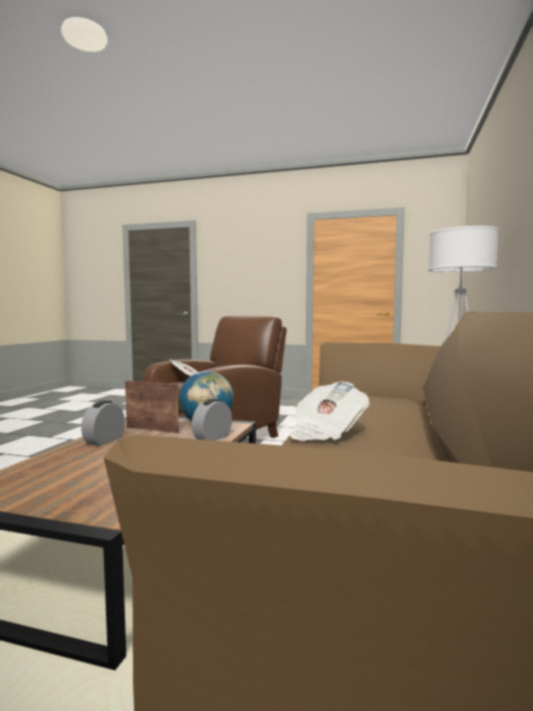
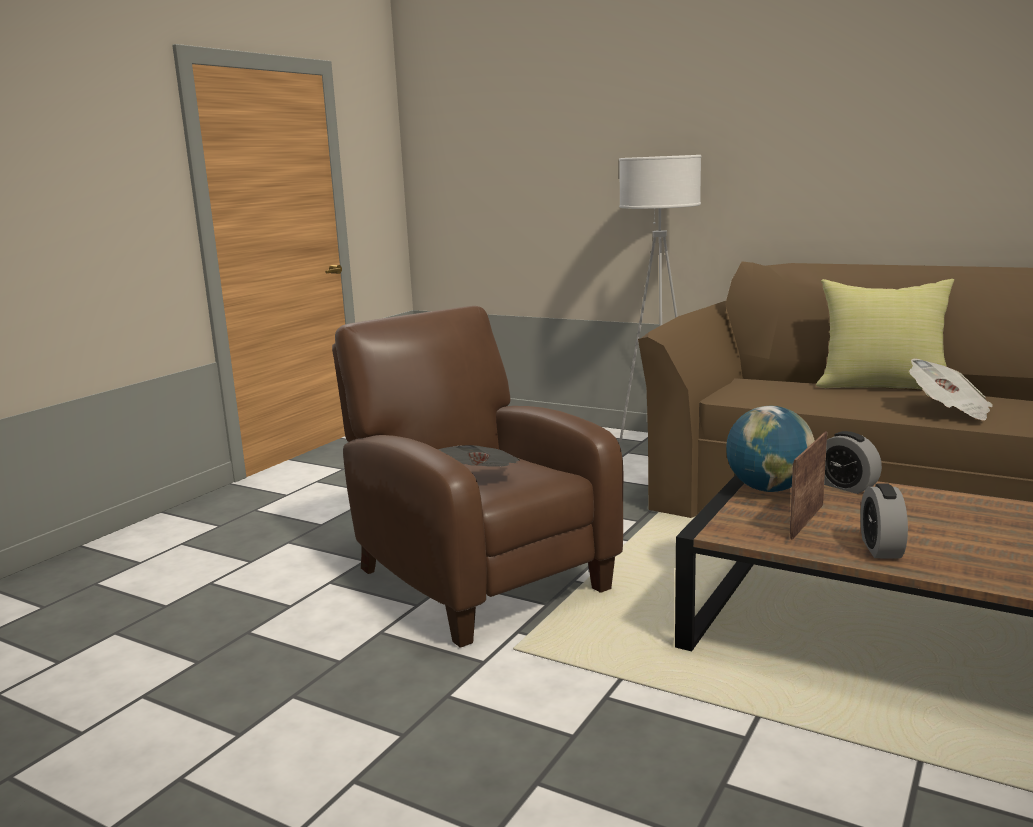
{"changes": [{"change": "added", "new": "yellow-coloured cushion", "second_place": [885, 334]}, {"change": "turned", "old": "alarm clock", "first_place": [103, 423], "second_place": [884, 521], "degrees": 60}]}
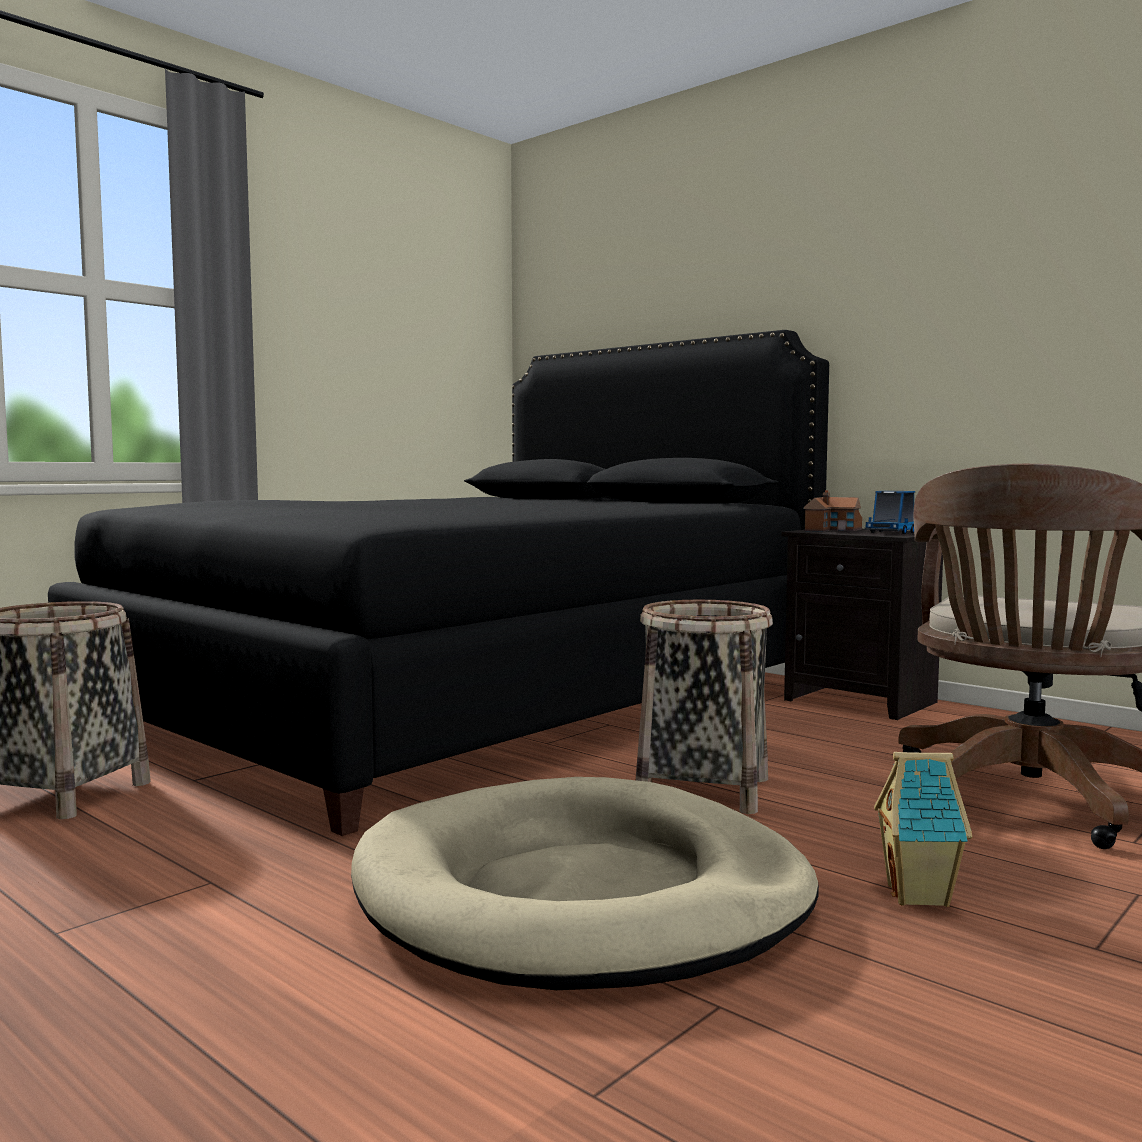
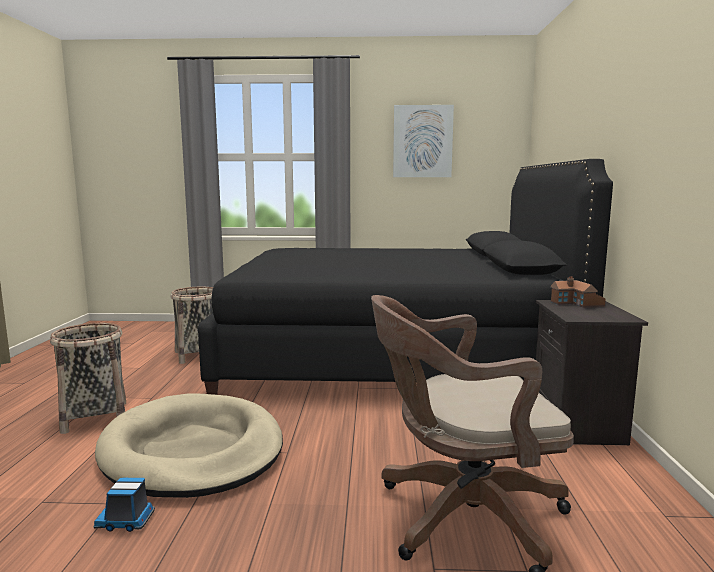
{"changes": [{"change": "removed", "old": "toy house", "first_place": [923, 829]}, {"change": "added", "new": "picture", "second_place": [423, 141]}, {"change": "moved", "old": "basket", "first_place": [704, 707], "second_place": [88, 378]}, {"change": "moved", "old": "model truck", "first_place": [889, 512], "second_place": [124, 505]}]}
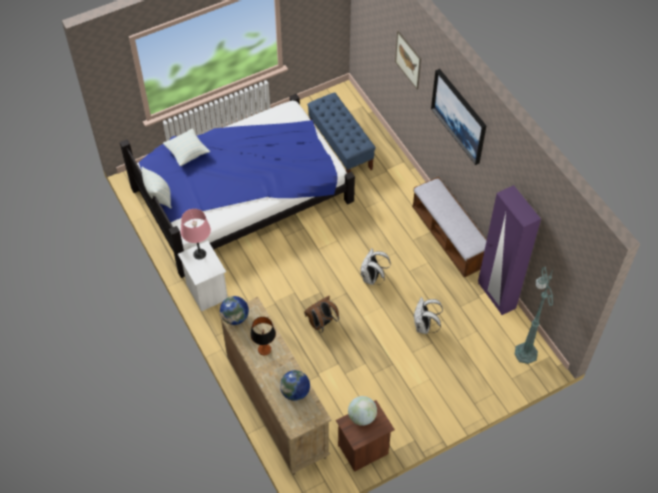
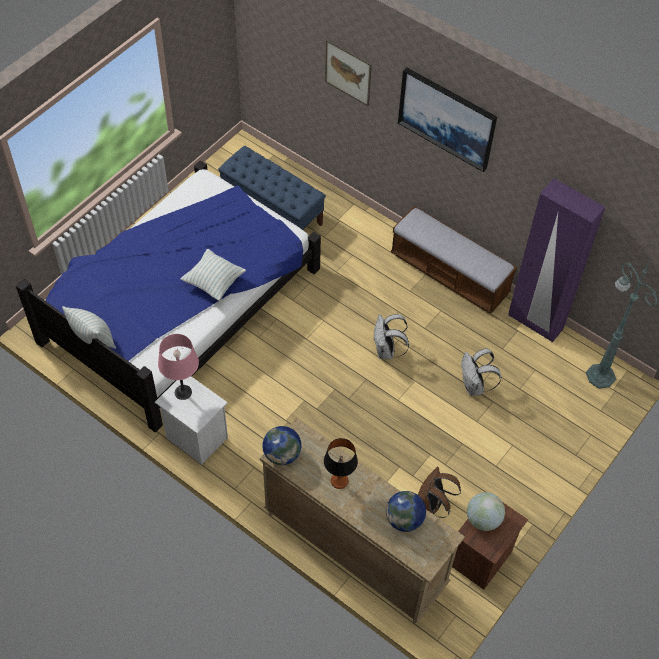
{"changes": [{"change": "moved", "old": "cushion", "first_place": [186, 147], "second_place": [213, 275]}, {"change": "moved", "old": "brownish backpack", "first_place": [321, 314], "second_place": [439, 492]}]}
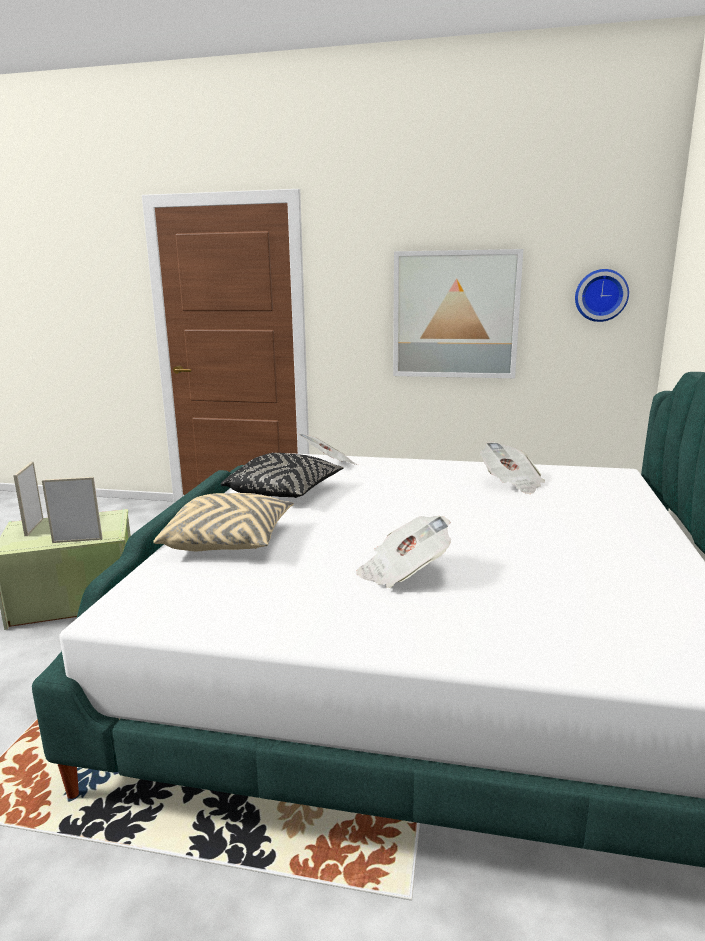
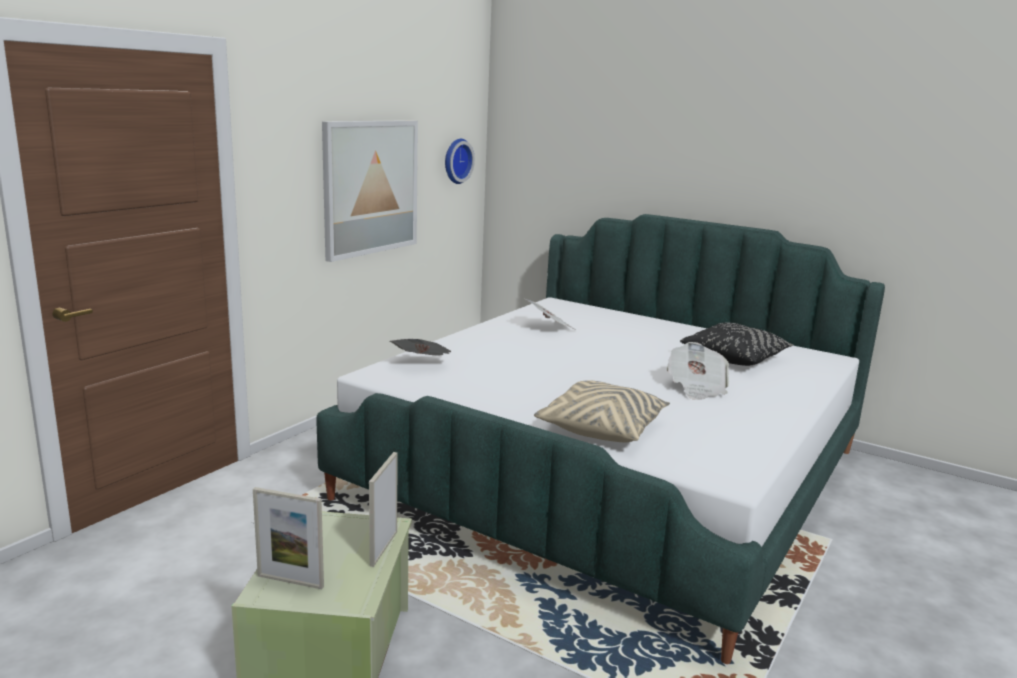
{"changes": [{"change": "moved", "old": "blackish cushion", "first_place": [282, 475], "second_place": [737, 344]}]}
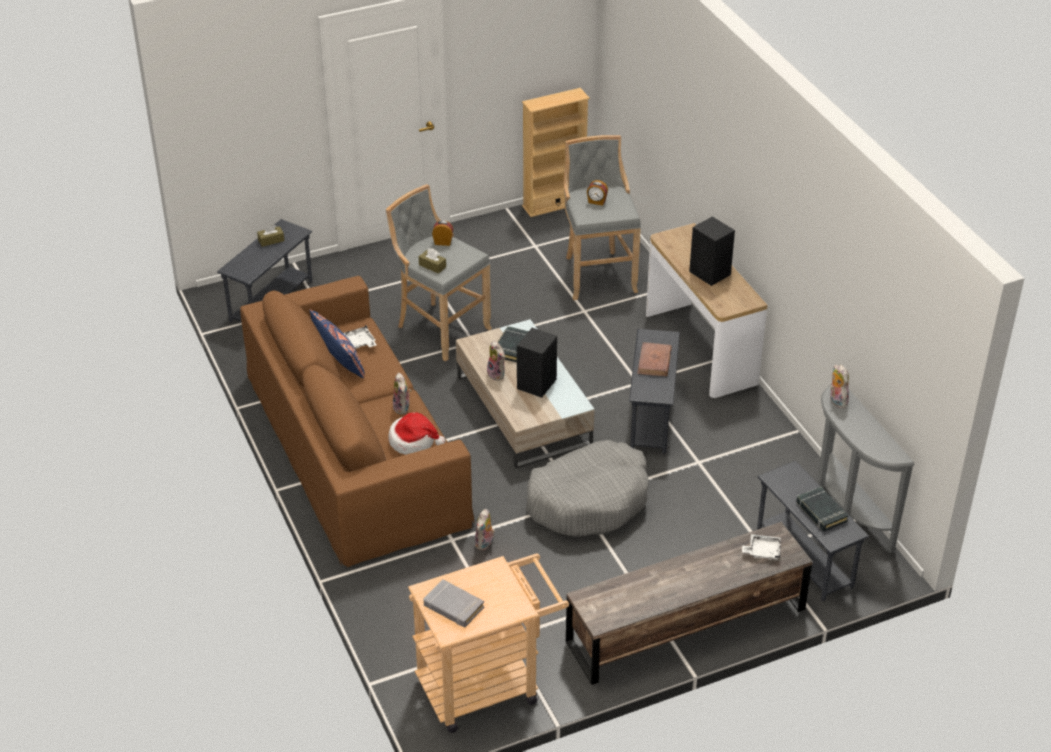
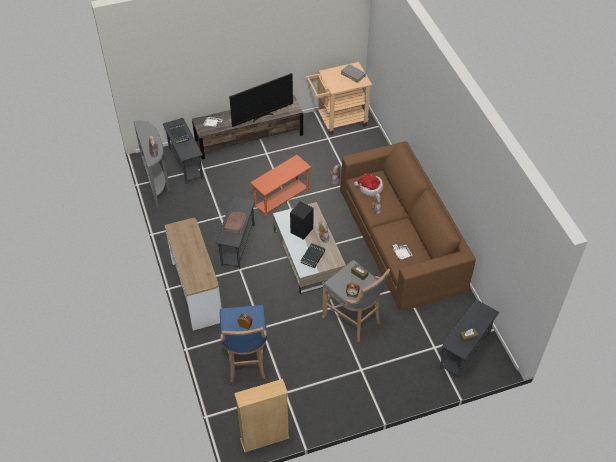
{"changes": [{"change": "removed", "old": "bluish cushion", "first_place": [337, 343]}, {"change": "removed", "old": "blackish audio speaker", "first_place": [712, 251]}, {"change": "added", "new": "television", "second_place": [261, 100]}, {"change": "replaced", "old": "gray dog cushion", "new": "orange side table", "first_place": [587, 488], "second_place": [280, 186]}, {"change": "recoloured", "old": "gray stool", "new": "bluish stool", "first_place": [602, 217], "second_place": [243, 343]}]}
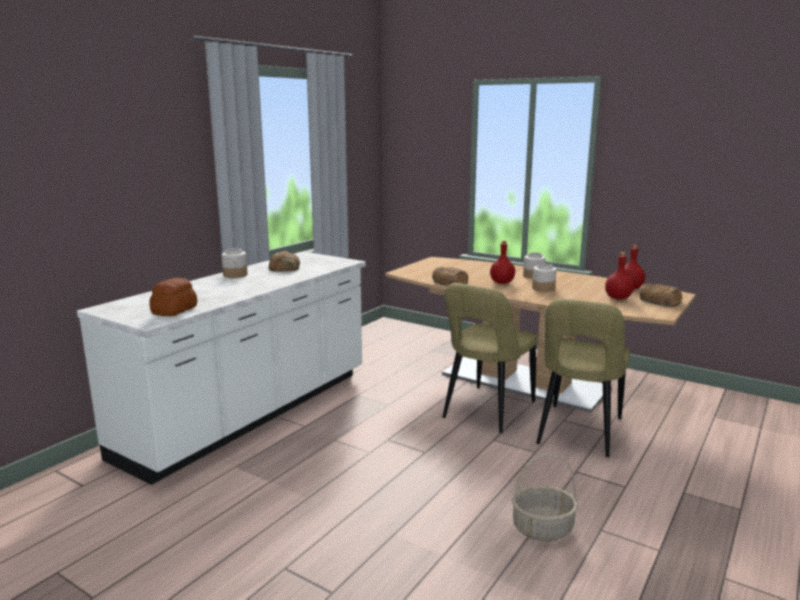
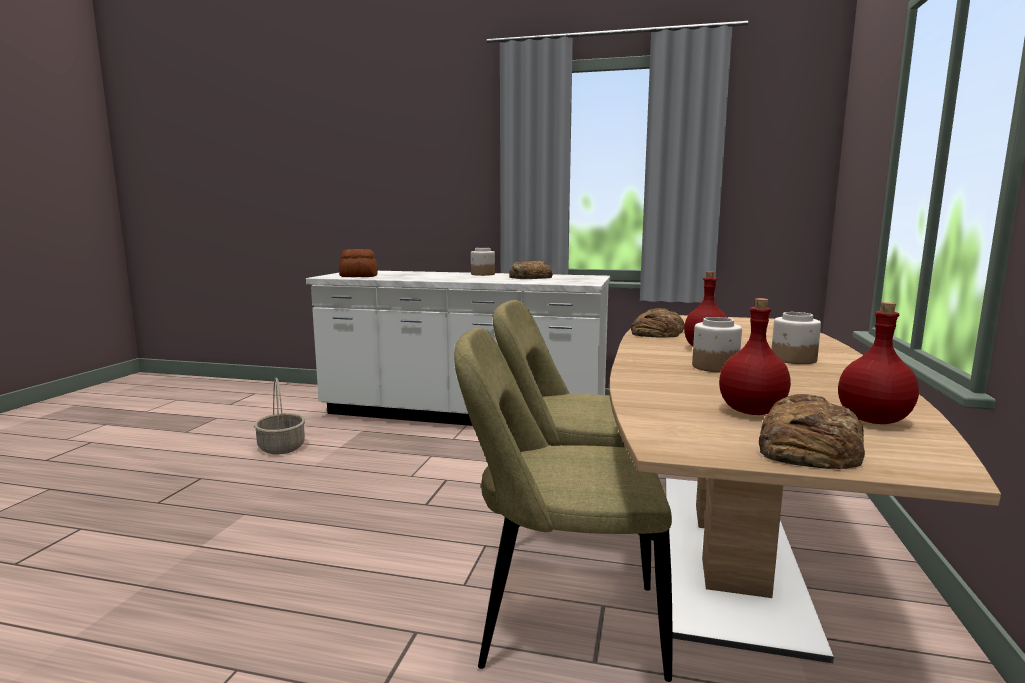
{"changes": [{"change": "moved", "old": "basket", "first_place": [545, 497], "second_place": [279, 416]}]}
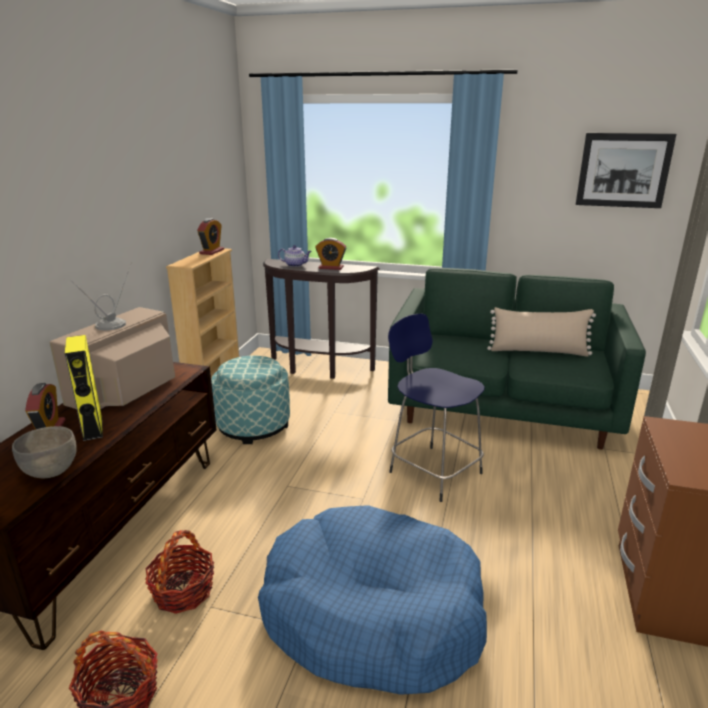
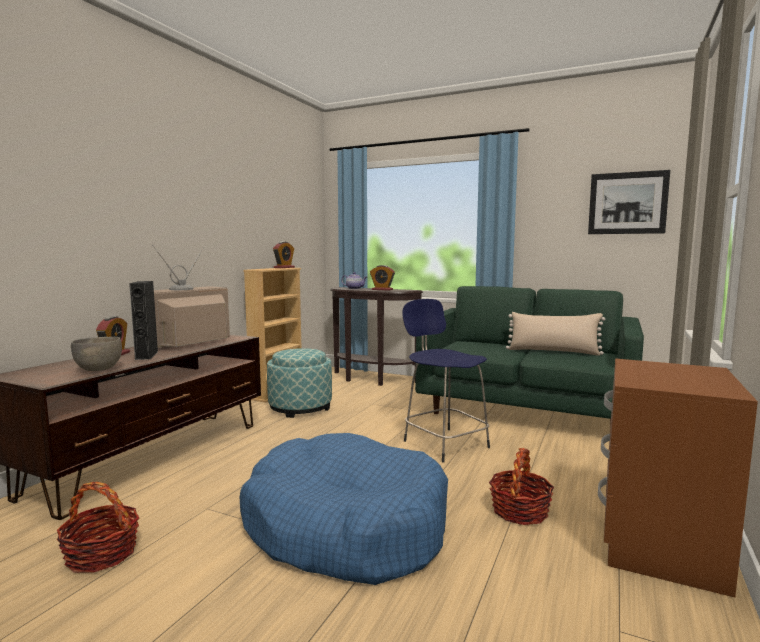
{"changes": [{"change": "moved", "old": "basket", "first_place": [179, 572], "second_place": [521, 486]}, {"change": "recoloured", "old": "yellow-coloured audio speaker", "new": "blackish audio speaker", "first_place": [84, 388], "second_place": [143, 320]}]}
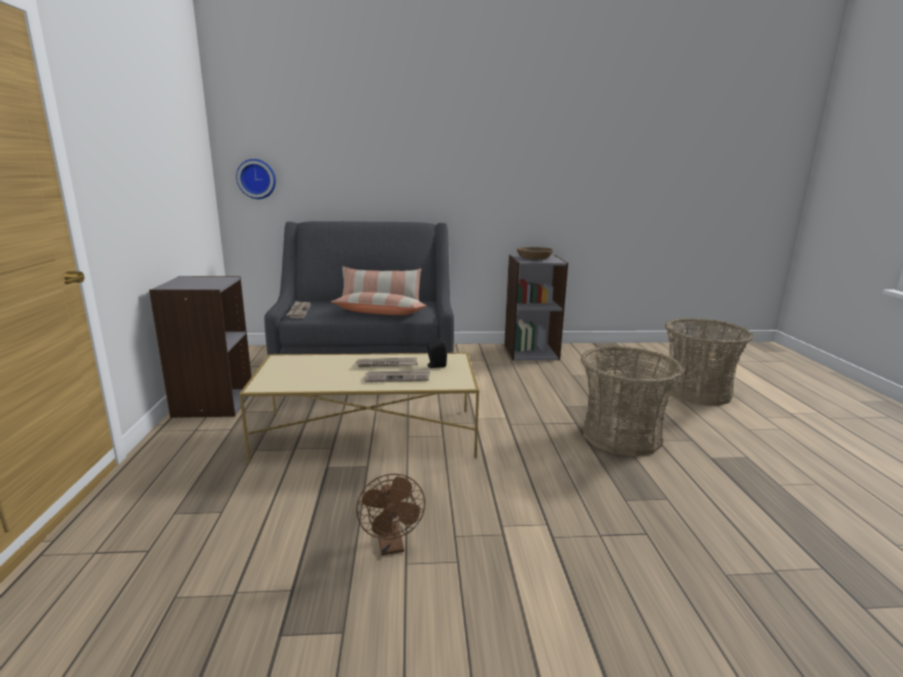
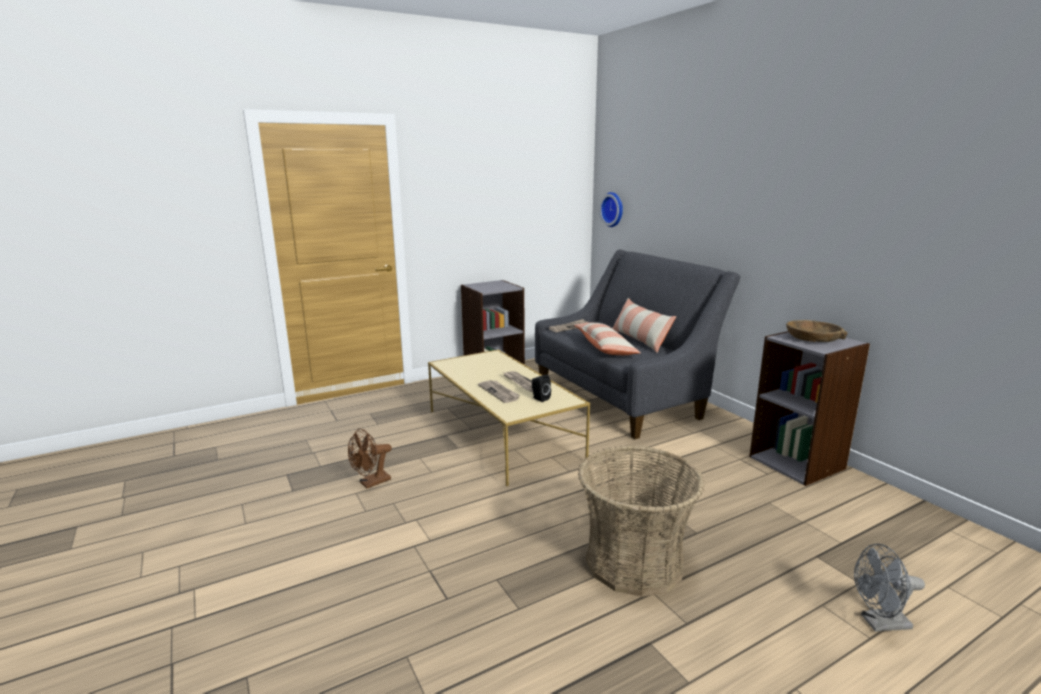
{"changes": [{"change": "replaced", "old": "basket", "new": "gray fan", "first_place": [709, 362], "second_place": [889, 588]}]}
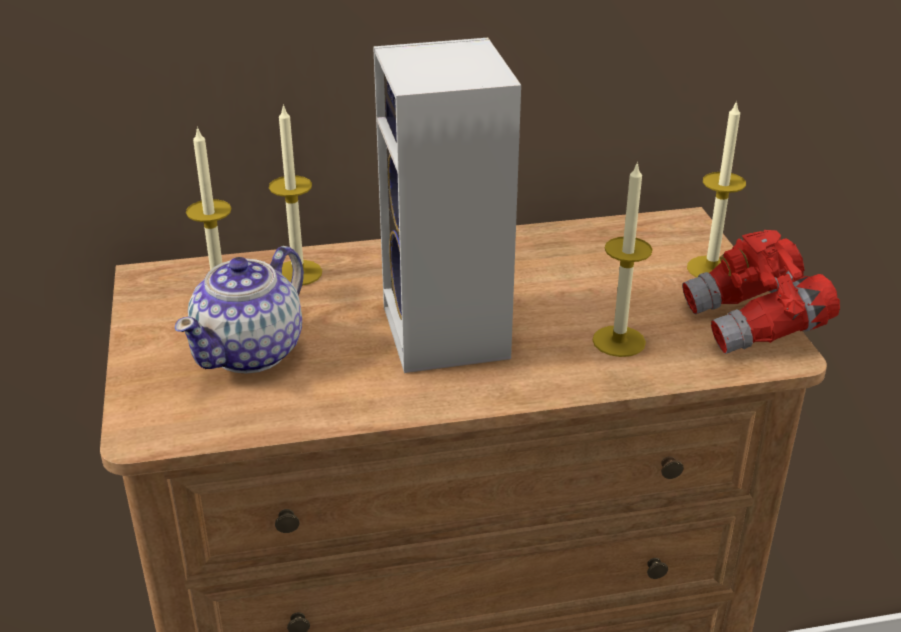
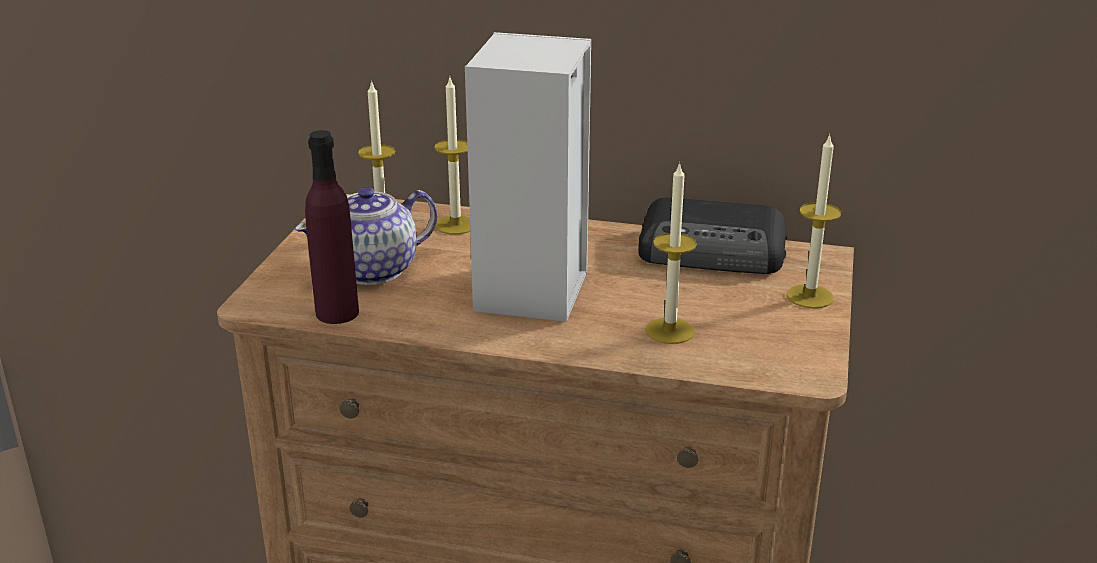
{"changes": [{"change": "removed", "old": "red-coloured pair of binoculars", "first_place": [761, 292]}, {"change": "added", "new": "purplish bottle", "second_place": [332, 227]}, {"change": "added", "new": "radio receiver", "second_place": [712, 235]}]}
